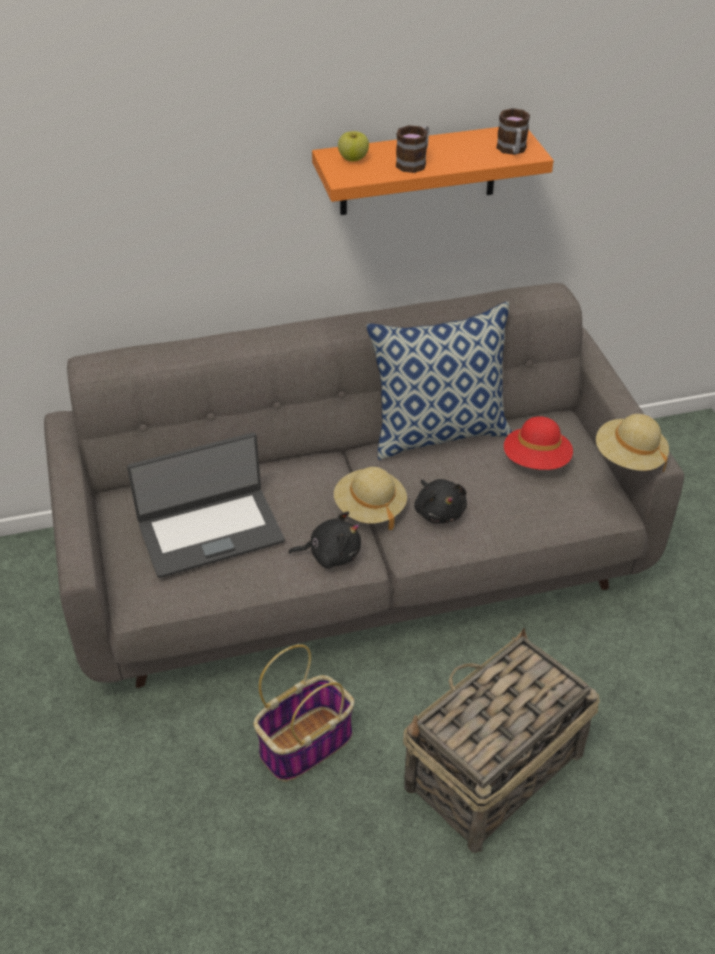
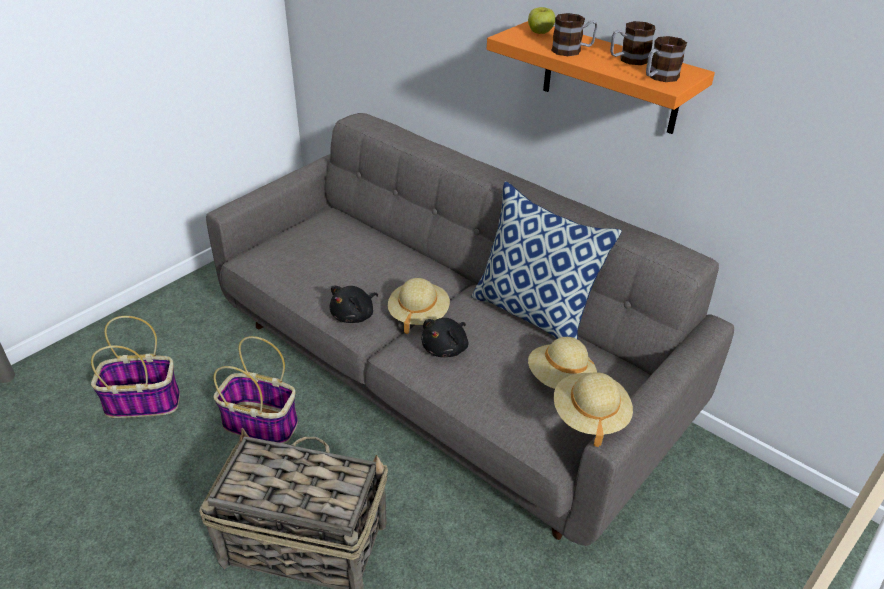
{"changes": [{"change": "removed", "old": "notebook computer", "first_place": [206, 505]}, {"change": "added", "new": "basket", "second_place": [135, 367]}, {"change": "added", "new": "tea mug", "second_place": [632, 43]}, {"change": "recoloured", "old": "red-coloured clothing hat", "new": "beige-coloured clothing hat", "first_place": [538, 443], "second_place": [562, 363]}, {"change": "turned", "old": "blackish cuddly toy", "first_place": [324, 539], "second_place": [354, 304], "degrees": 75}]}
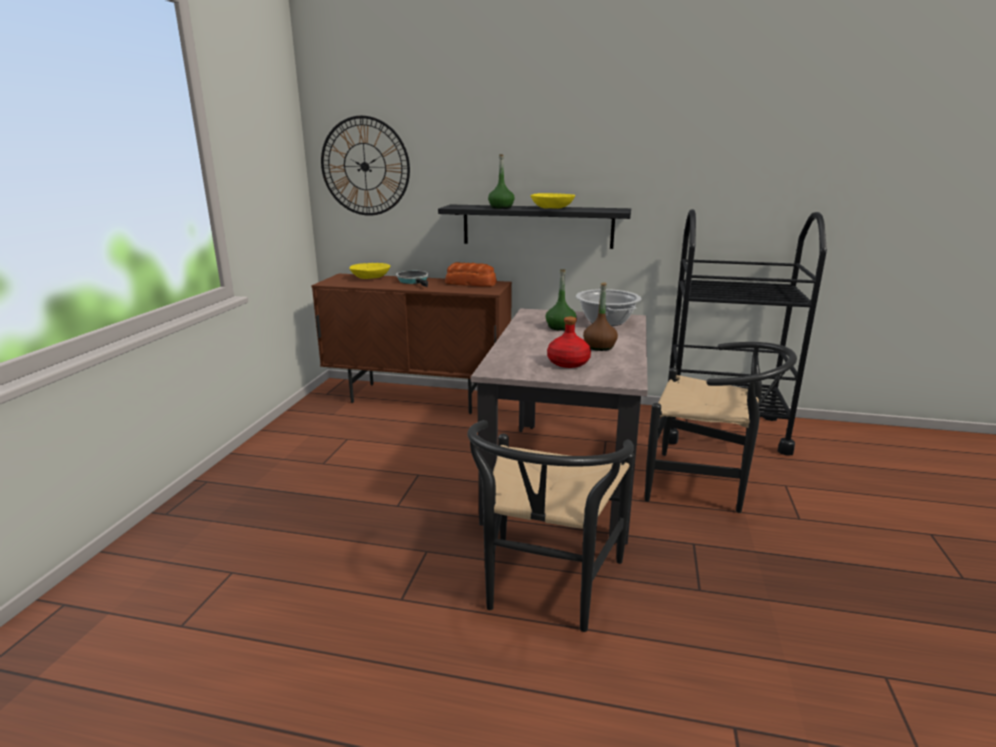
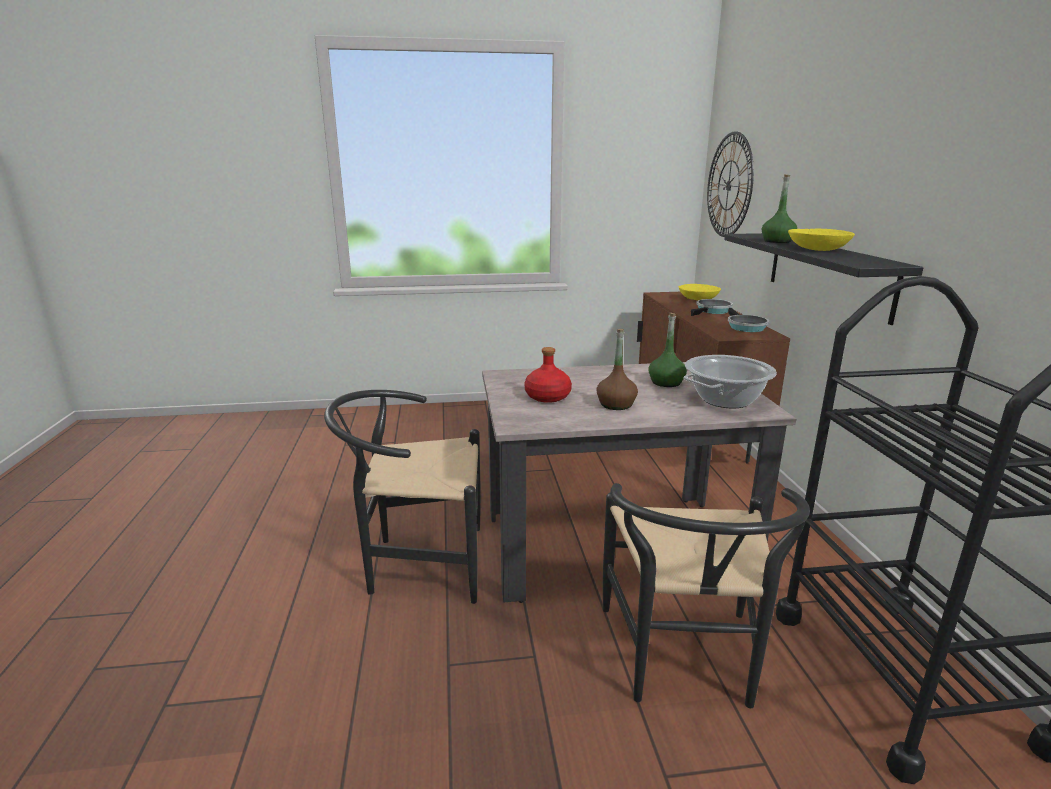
{"changes": [{"change": "replaced", "old": "bakery bread", "new": "skillet", "first_place": [471, 274], "second_place": [748, 320]}]}
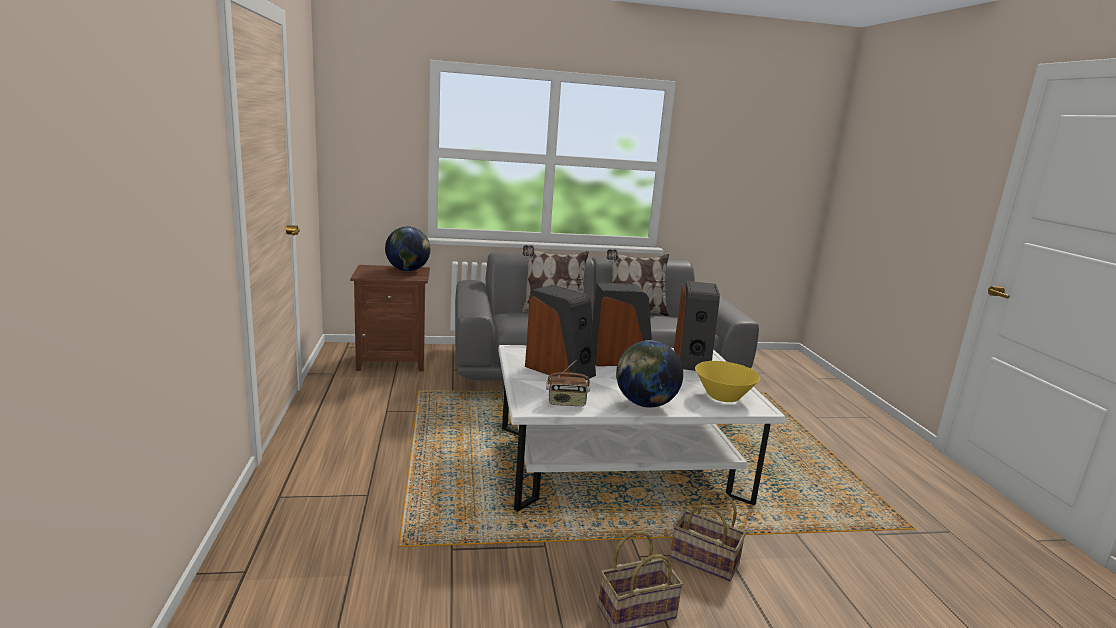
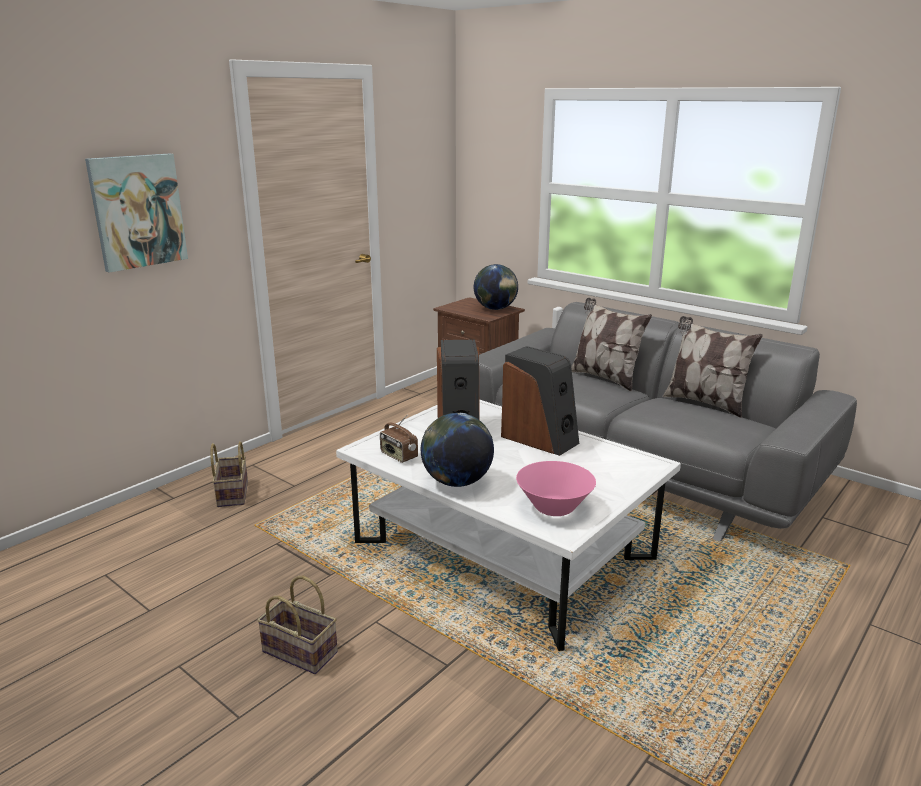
{"changes": [{"change": "removed", "old": "audio speaker", "first_place": [697, 326]}, {"change": "added", "new": "picture", "second_place": [136, 213]}, {"change": "moved", "old": "basket", "first_place": [708, 535], "second_place": [229, 474]}, {"change": "recoloured", "old": "yellow-coloured bowl", "new": "pink-coloured bowl", "first_place": [727, 381], "second_place": [556, 488]}]}
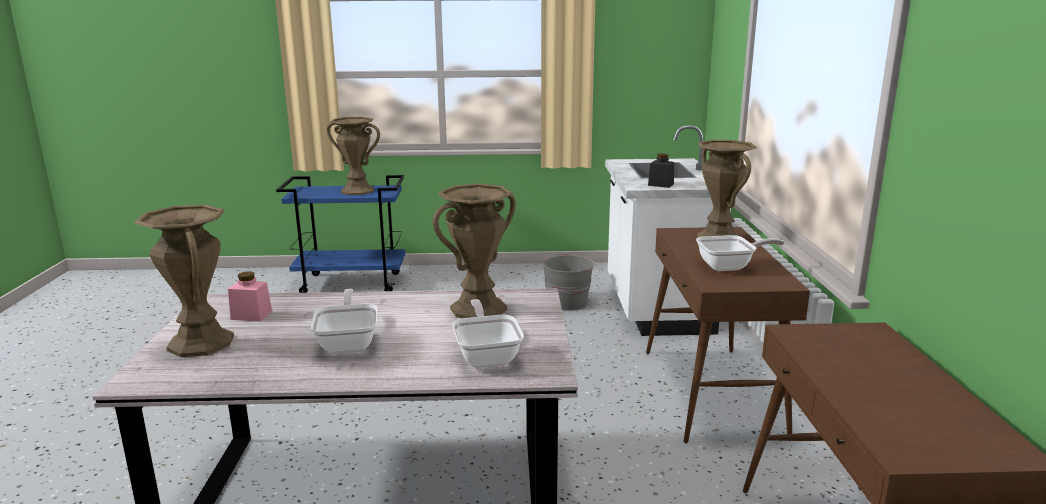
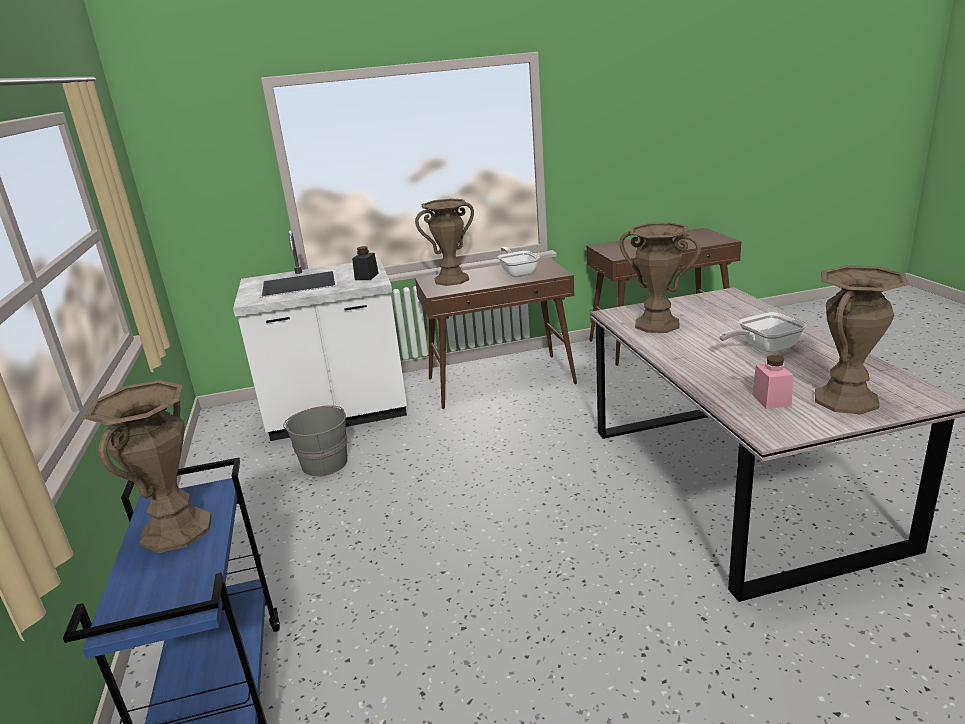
{"changes": [{"change": "removed", "old": "skillet", "first_place": [488, 333]}]}
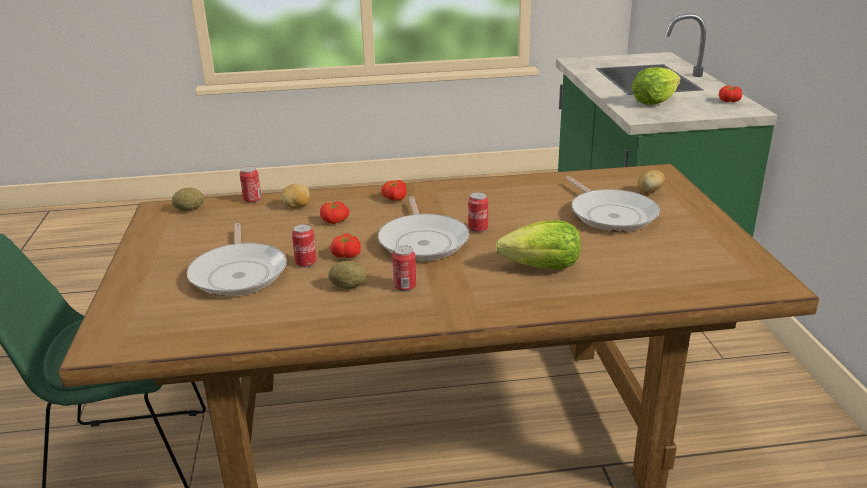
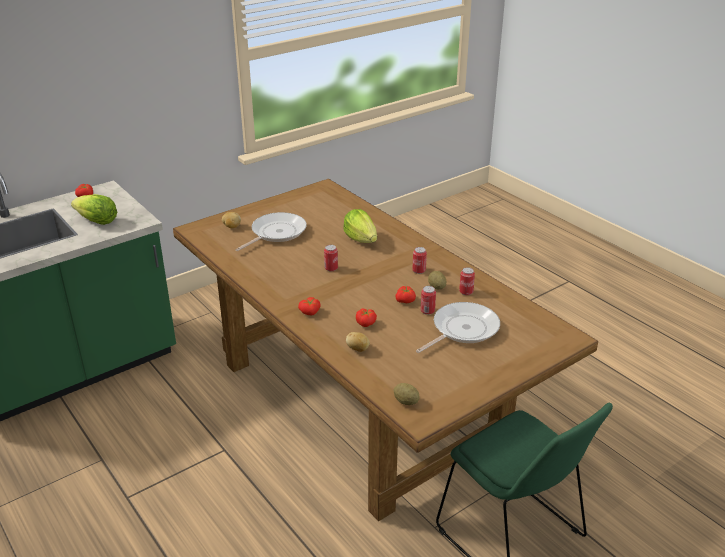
{"changes": [{"change": "removed", "old": "skillet", "first_place": [423, 228]}, {"change": "moved", "old": "metal can", "first_place": [250, 184], "second_place": [467, 281]}]}
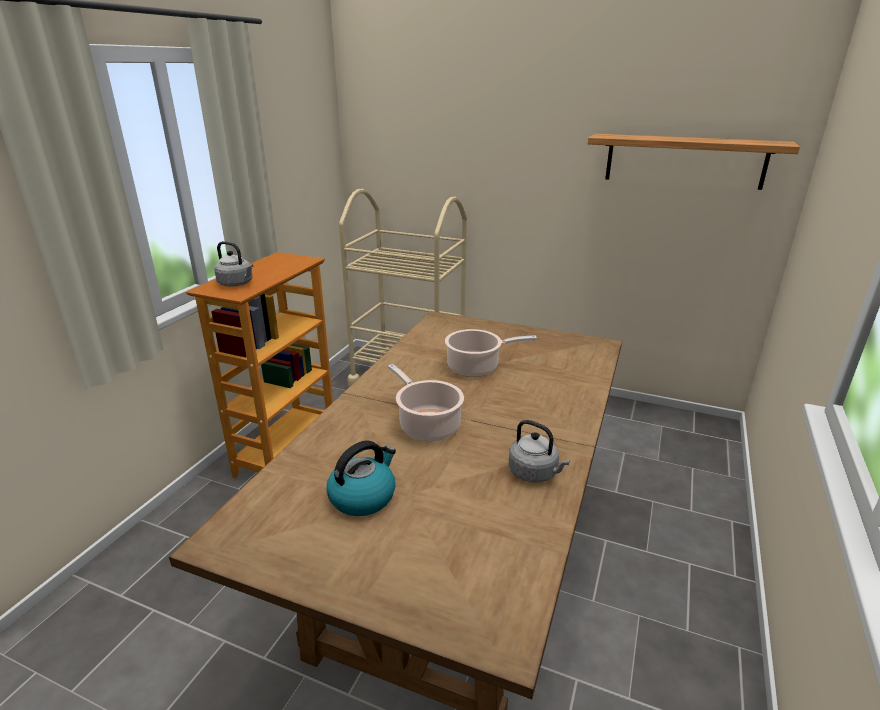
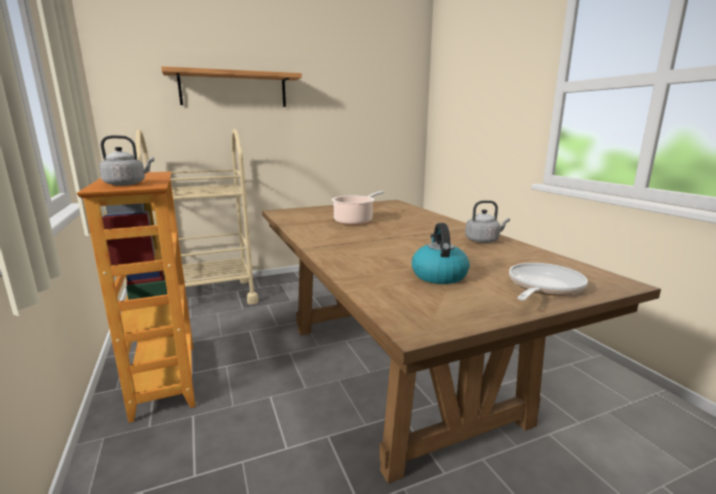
{"changes": [{"change": "removed", "old": "saucepot", "first_place": [426, 402]}, {"change": "added", "new": "skillet", "second_place": [548, 282]}, {"change": "moved", "old": "wall shelf", "first_place": [694, 162], "second_place": [231, 86]}]}
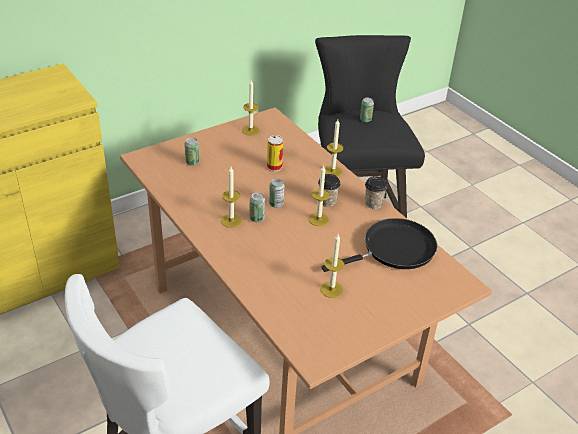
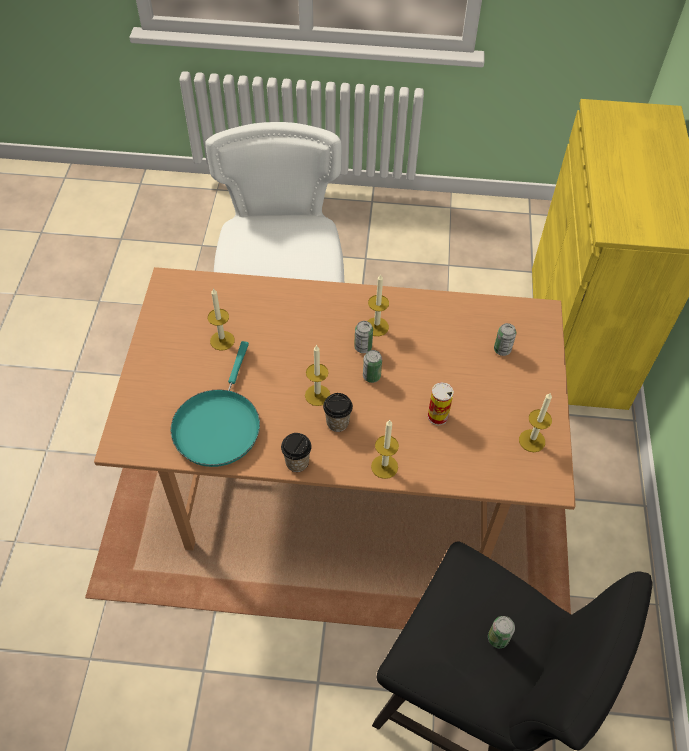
{"changes": [{"change": "recoloured", "old": "blackish skillet", "new": "turquoise-coloured skillet", "first_place": [379, 245], "second_place": [215, 404]}]}
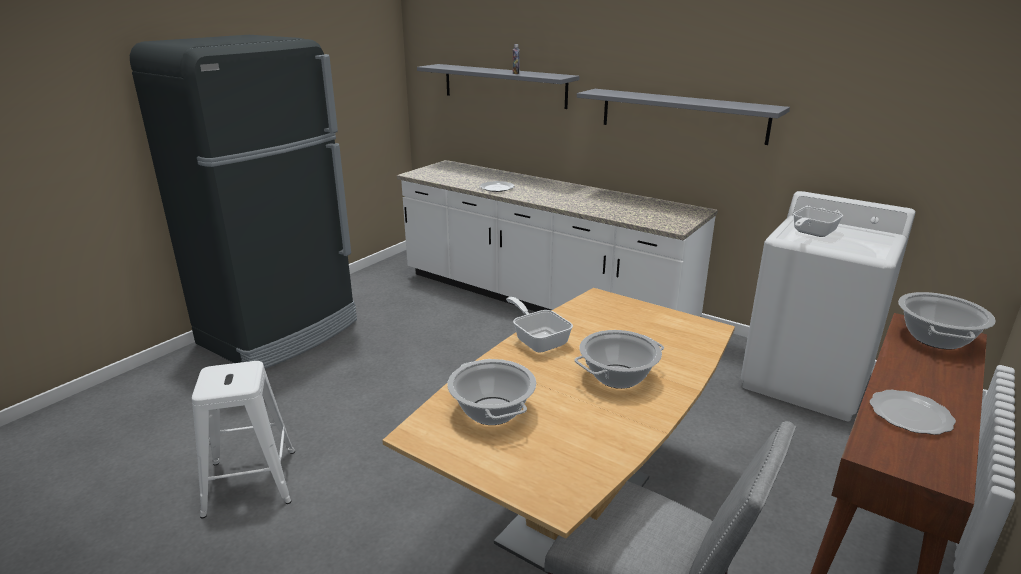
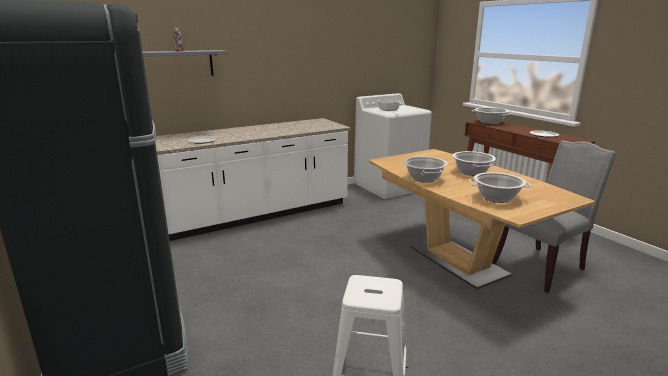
{"changes": [{"change": "removed", "old": "gray wall shelf", "first_place": [683, 117]}, {"change": "replaced", "old": "skillet", "new": "saucepot", "first_place": [539, 325], "second_place": [426, 170]}]}
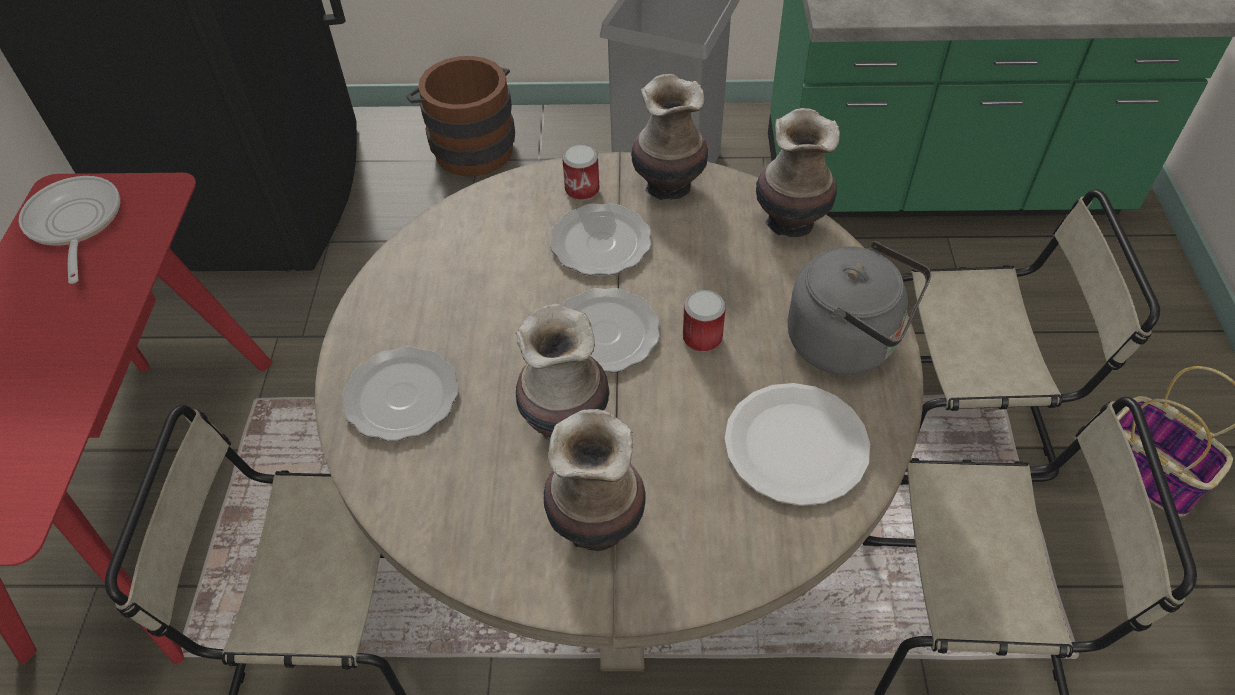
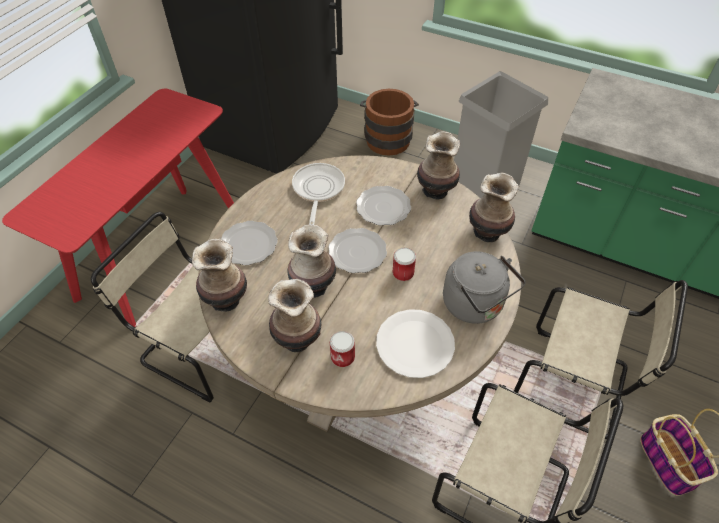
{"changes": [{"change": "added", "new": "decorative vase", "second_place": [219, 275]}, {"change": "moved", "old": "skillet", "first_place": [69, 230], "second_place": [318, 194]}, {"change": "moved", "old": "metal can", "first_place": [581, 172], "second_place": [342, 349]}]}
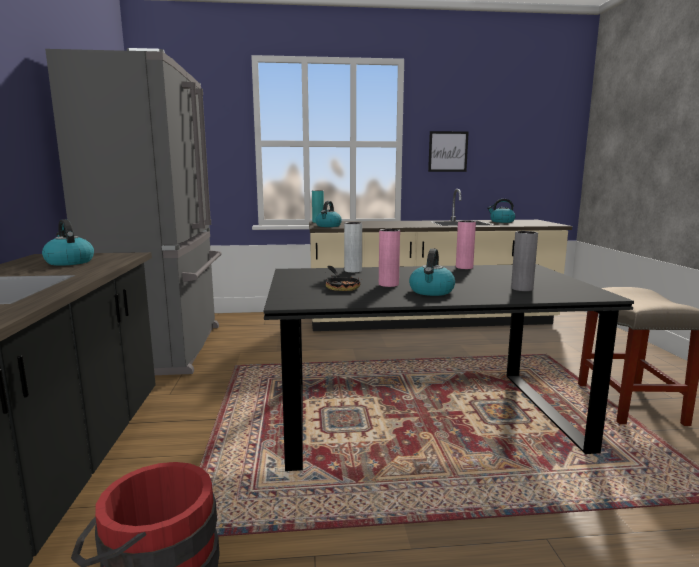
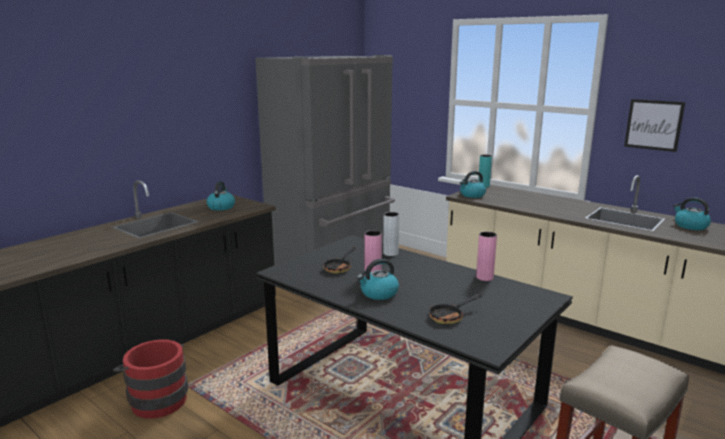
{"changes": [{"change": "replaced", "old": "gray decorative vase", "new": "skillet", "first_place": [524, 261], "second_place": [455, 309]}]}
